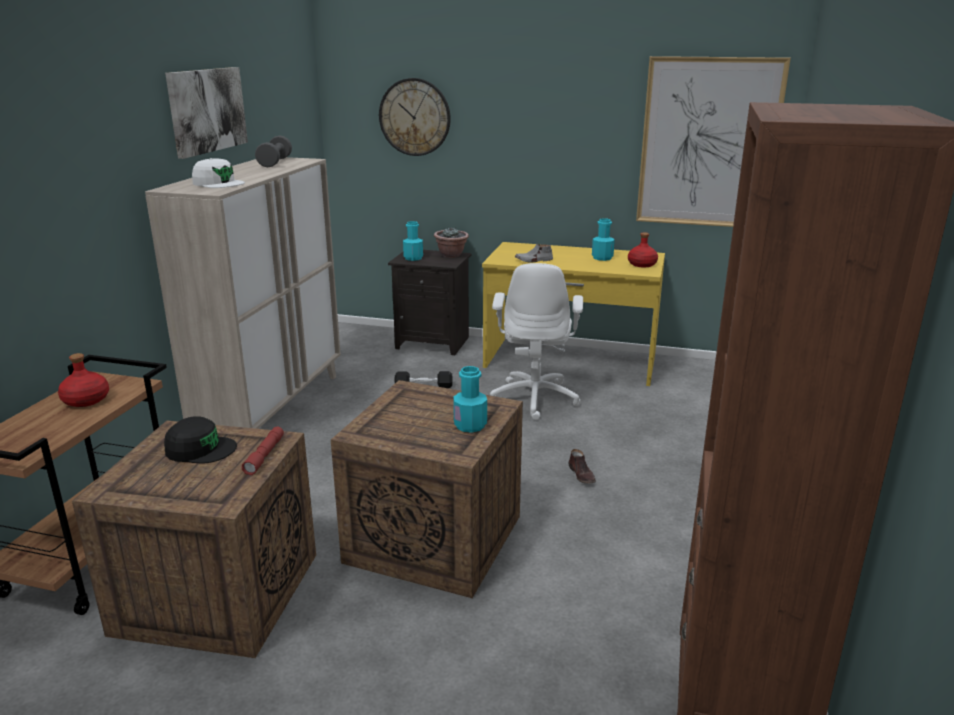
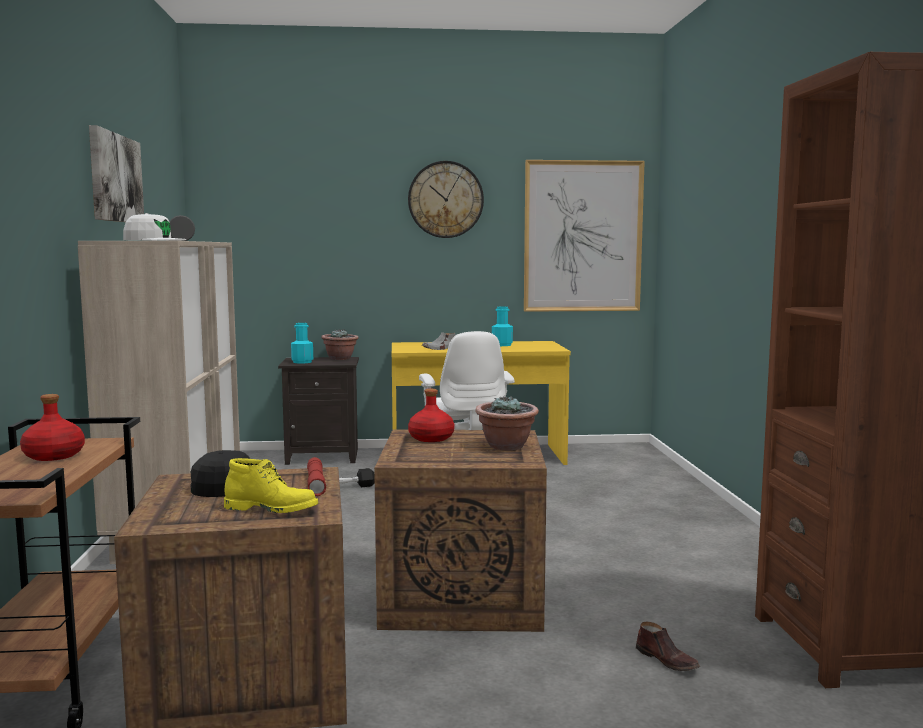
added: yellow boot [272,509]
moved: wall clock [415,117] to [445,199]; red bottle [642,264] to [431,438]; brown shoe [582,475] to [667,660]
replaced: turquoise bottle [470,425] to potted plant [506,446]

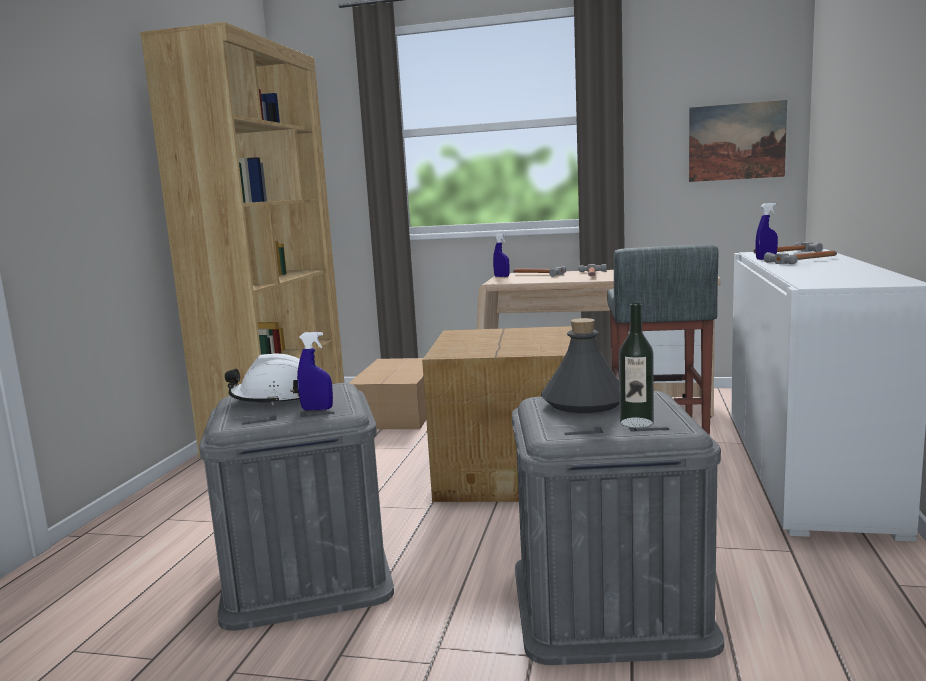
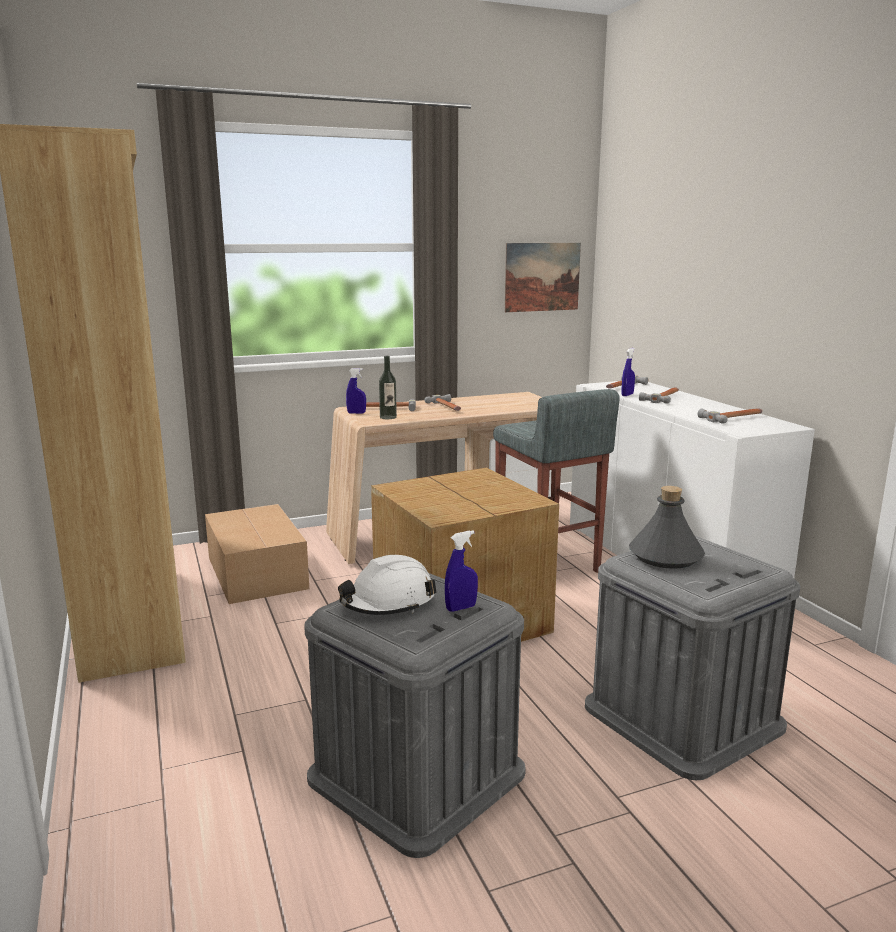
added: hammer [734,418]
moved: bottle [636,423] to [388,417]

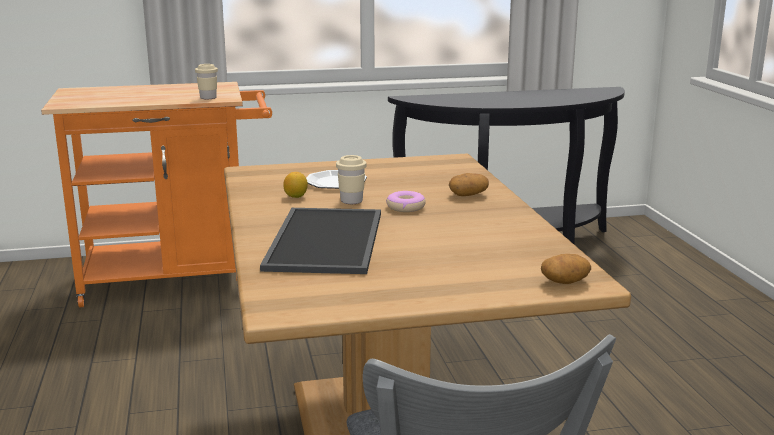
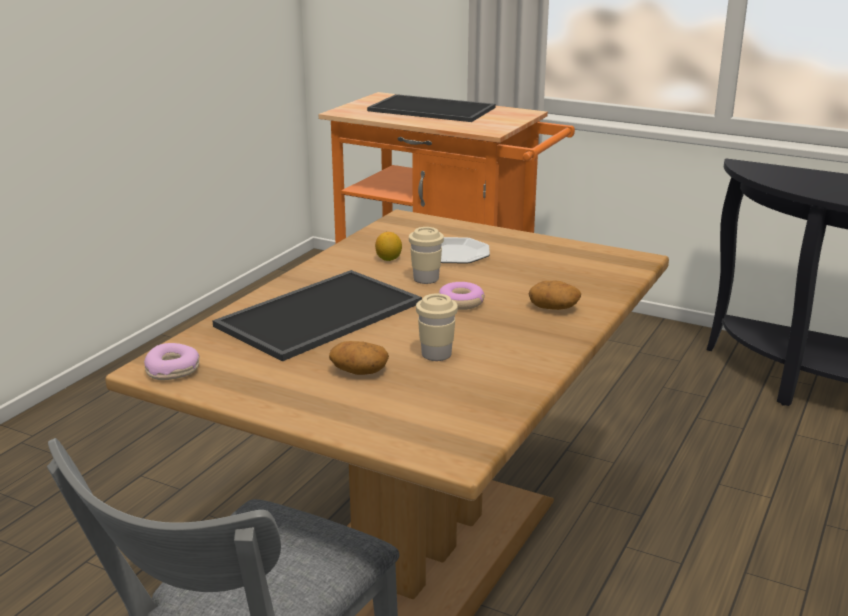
added: donut [173,370]; tray [433,109]
moved: potato [564,282] to [358,371]; beige cup [208,98] to [436,355]

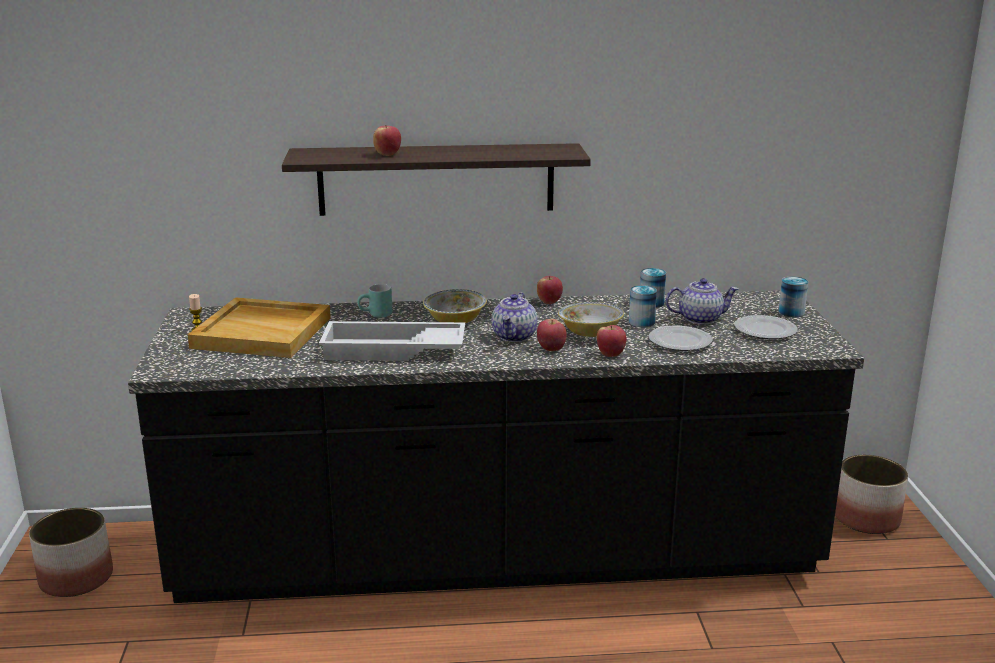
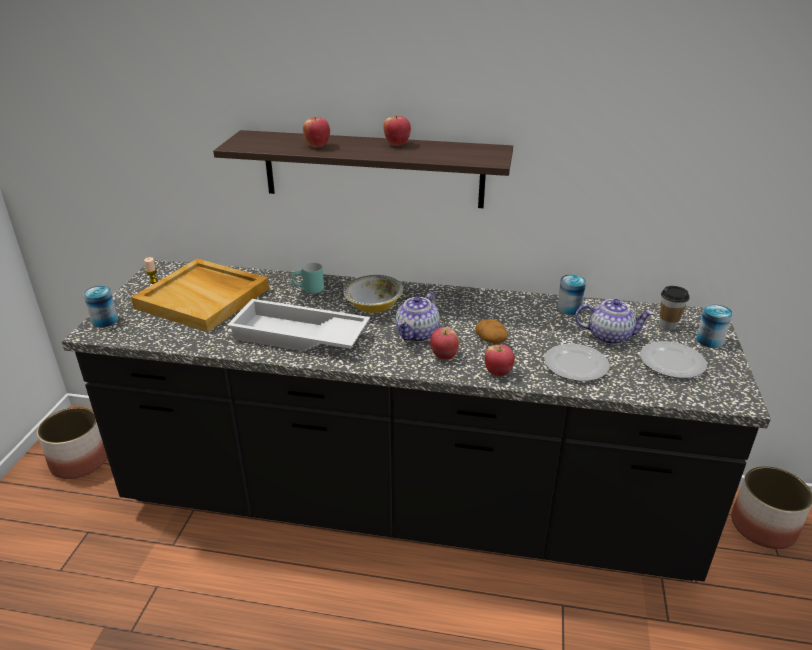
added: cup [668,325]
moved: can [641,322] to [104,320]; apple [549,302] to [397,144]
replaced: bowl [590,333] to potato [491,340]

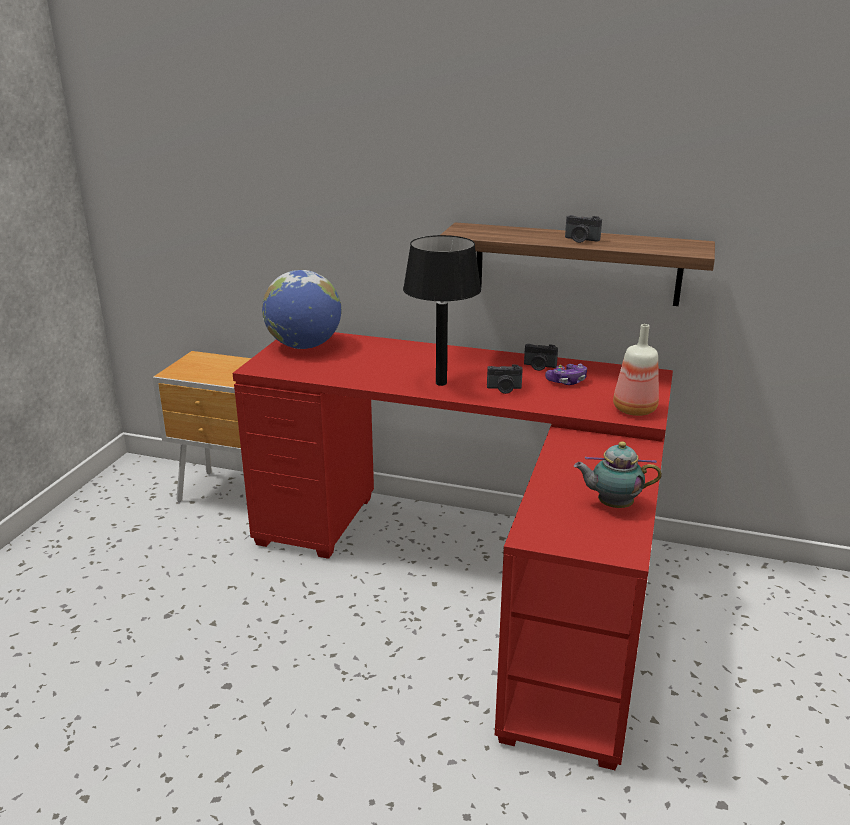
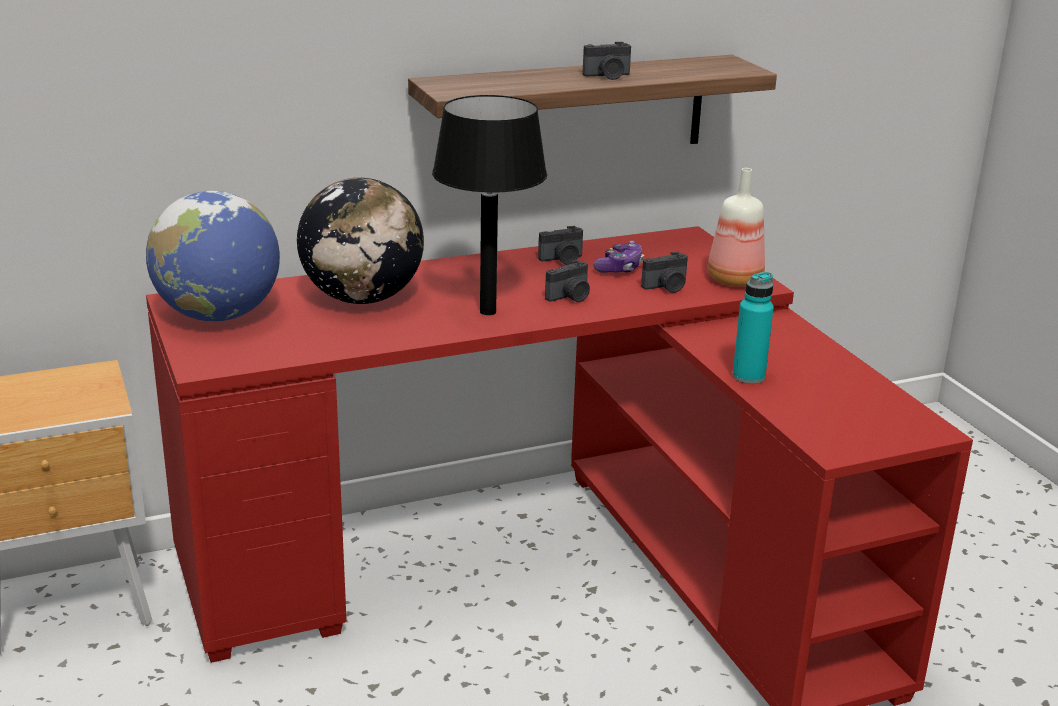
removed: teapot [612,505]
added: globe [362,298]; photo camera [666,287]; turquoise bottle [748,377]

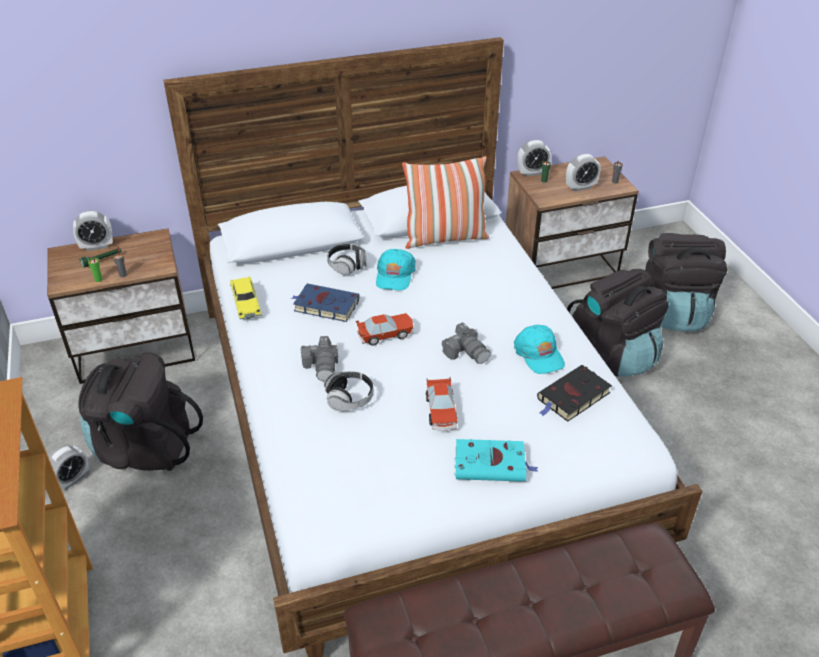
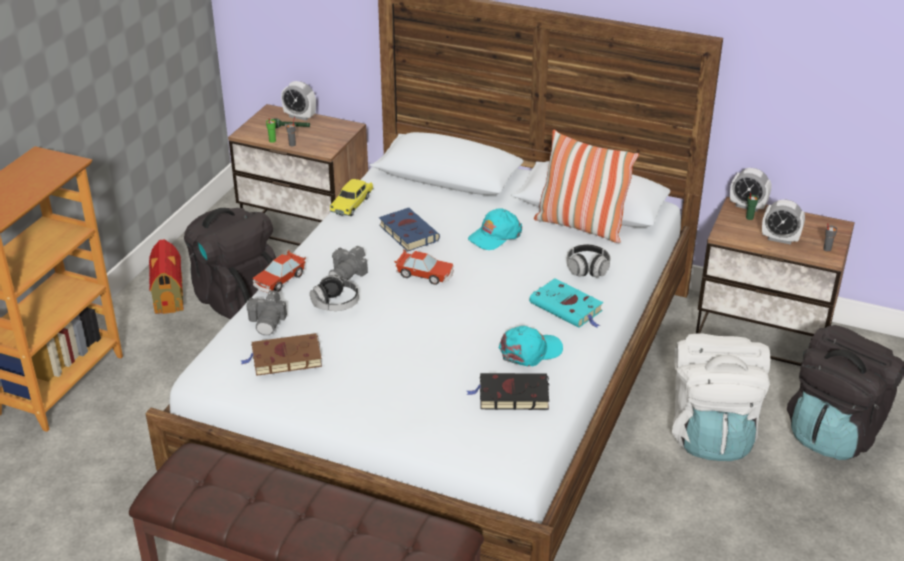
added: brown book [284,359]
moved: photo camera [466,352] to [268,322]; toy car [441,411] to [279,280]; turquoise book [492,464] to [568,308]; headphones [347,266] to [587,269]
replaced: alarm clock [72,480] to toy house [169,295]
recoloured: black backpack [612,354] to white backpack [711,433]
turned: turquoise cap [539,354] = [530,351] 135 degrees counterclockwise

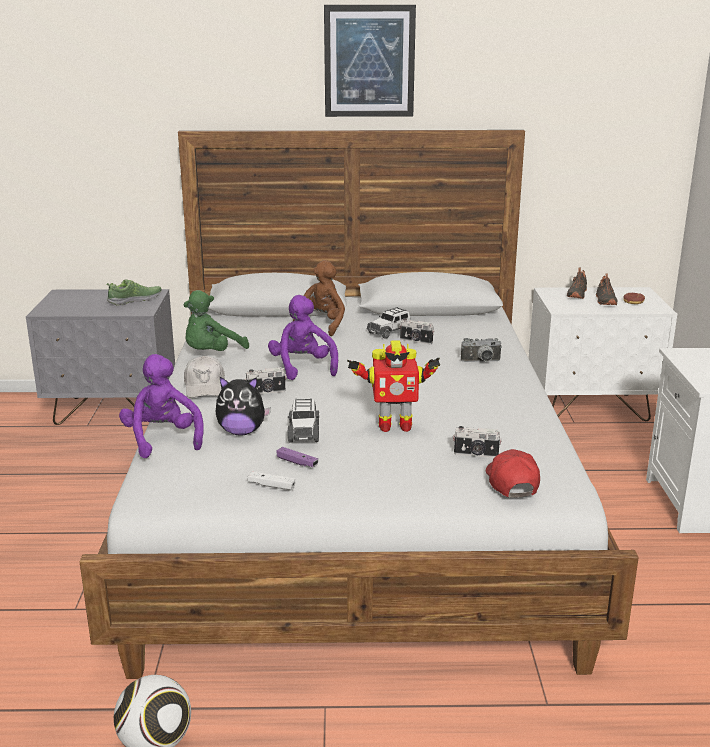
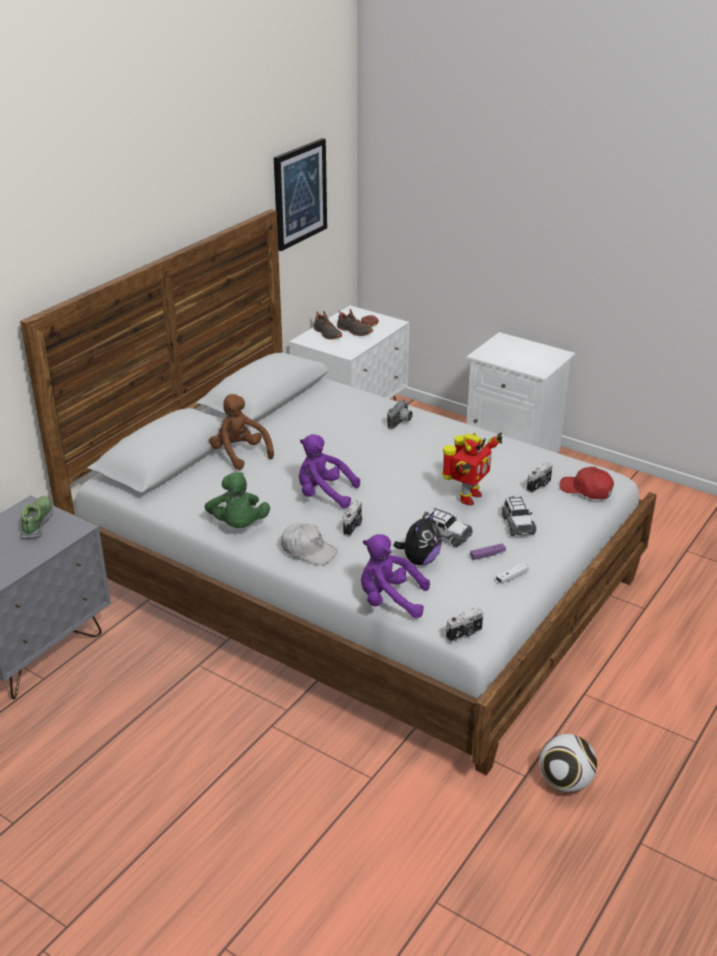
moved: picture [369,61] to [299,194]; photo camera [416,341] to [465,634]; toy car [389,332] to [517,525]

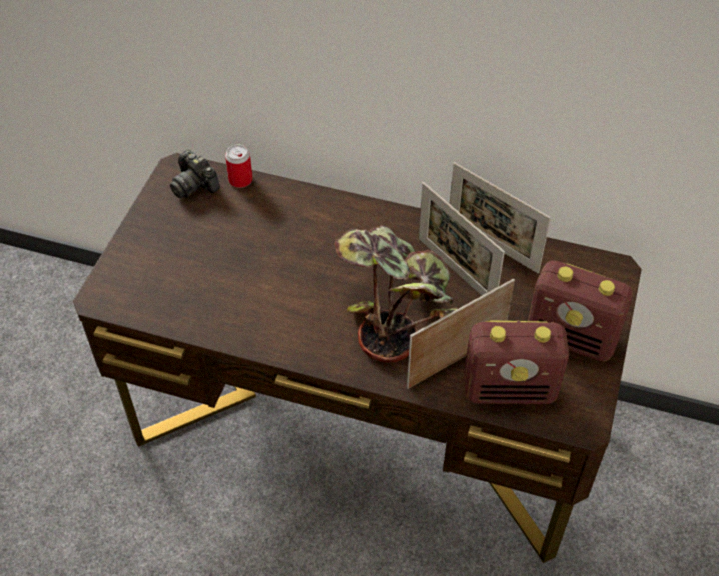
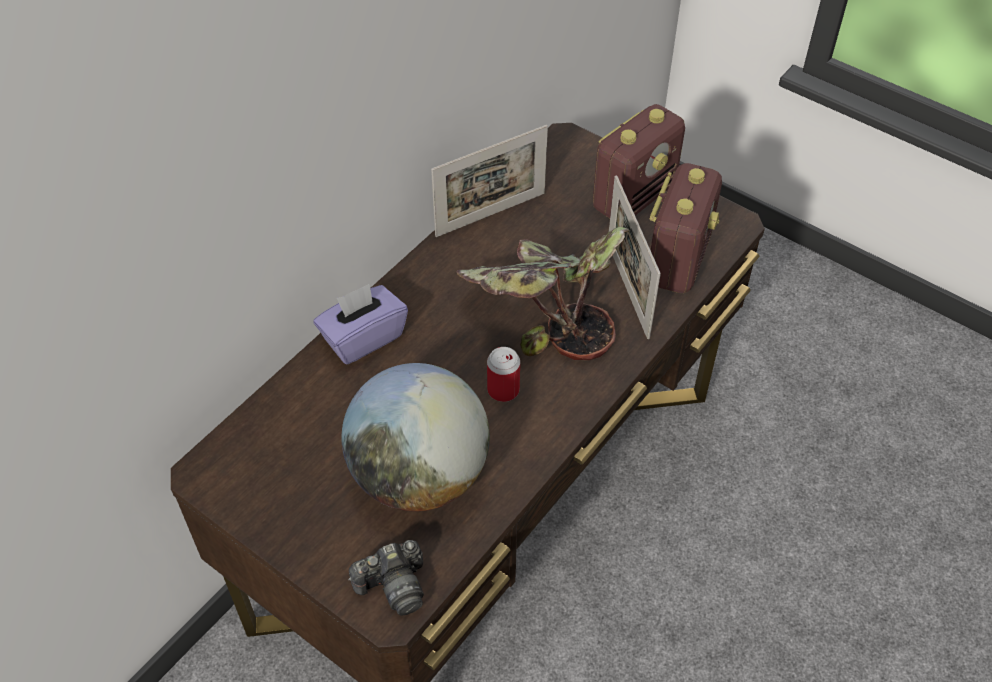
removed: picture frame [456,271]
added: purple tissue box [363,338]; globe [420,475]
moved: photo camera [194,185] to [393,586]; can [240,180] to [503,390]

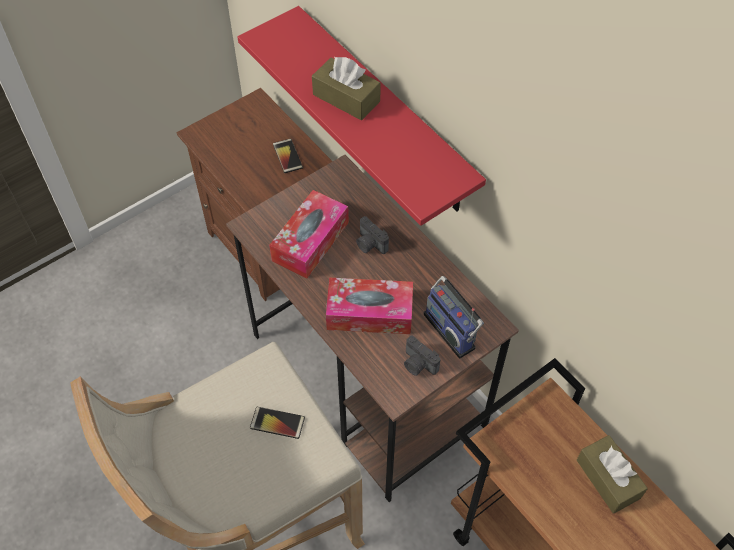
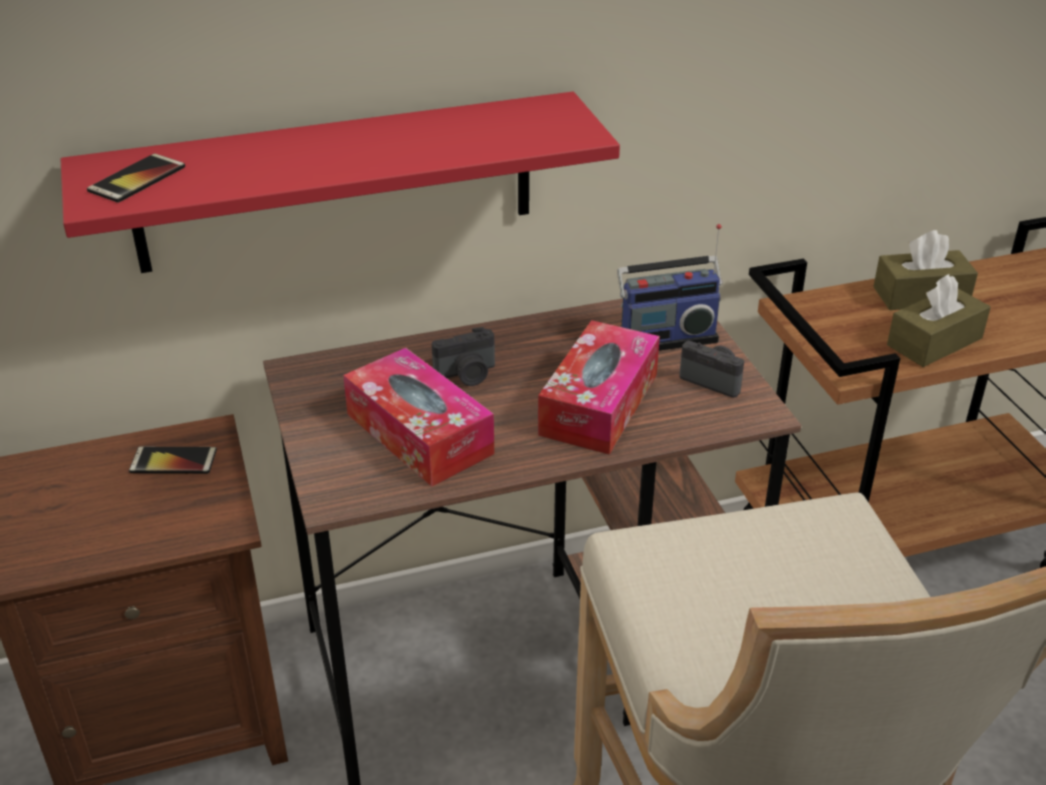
moved: phone [277,423] to [137,179]; brown tissue box [346,98] to [934,342]
turned: photo camera [418,364] = [713,380] 120 degrees counterclockwise

